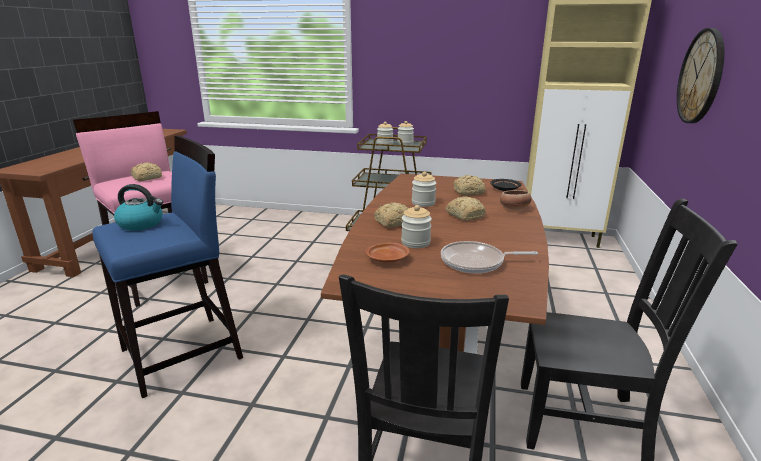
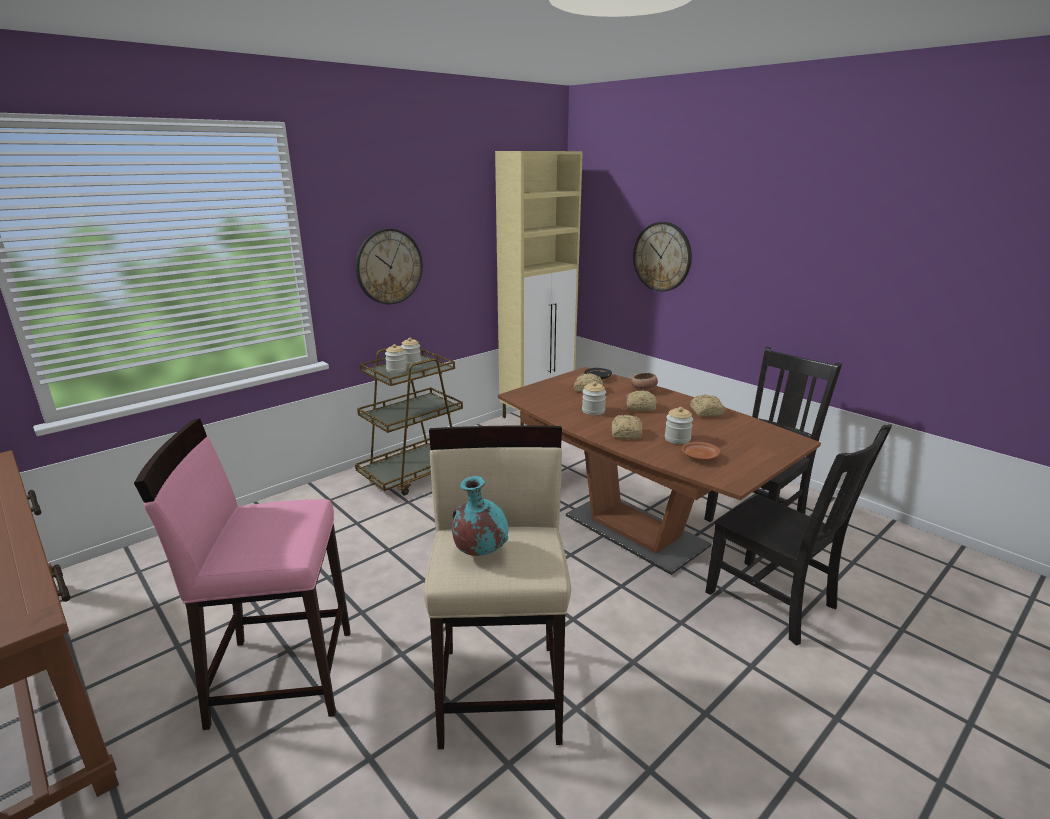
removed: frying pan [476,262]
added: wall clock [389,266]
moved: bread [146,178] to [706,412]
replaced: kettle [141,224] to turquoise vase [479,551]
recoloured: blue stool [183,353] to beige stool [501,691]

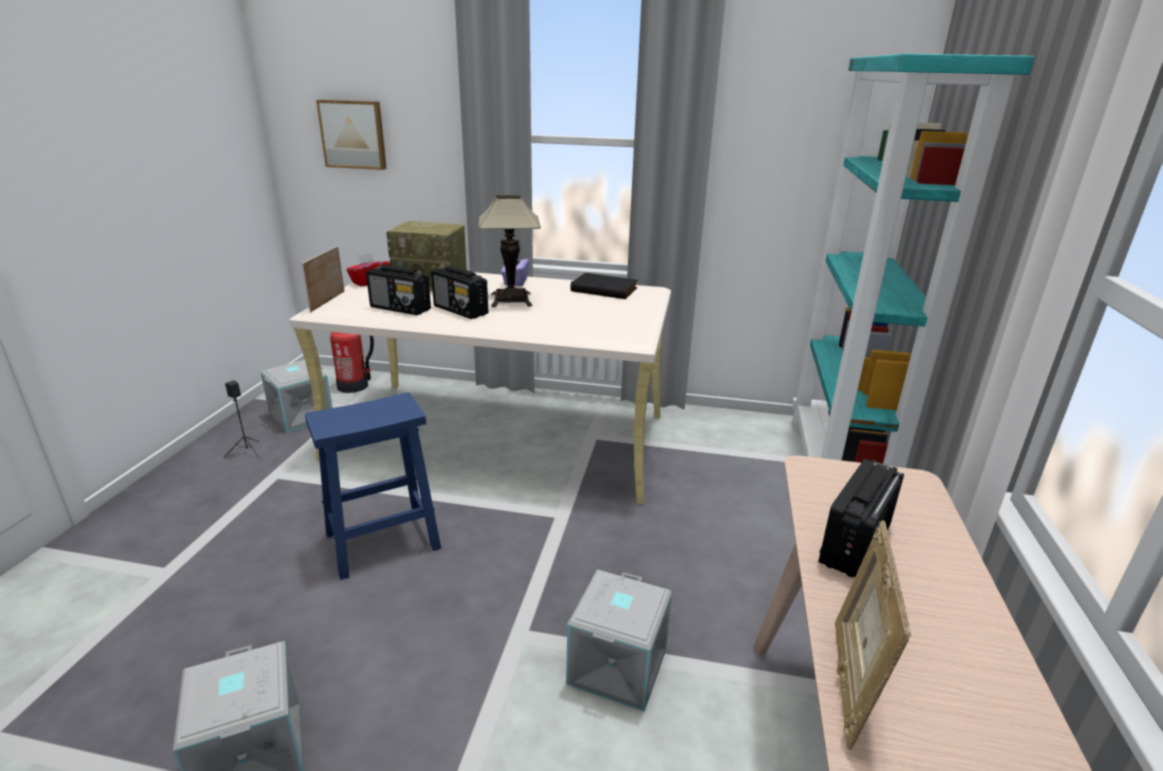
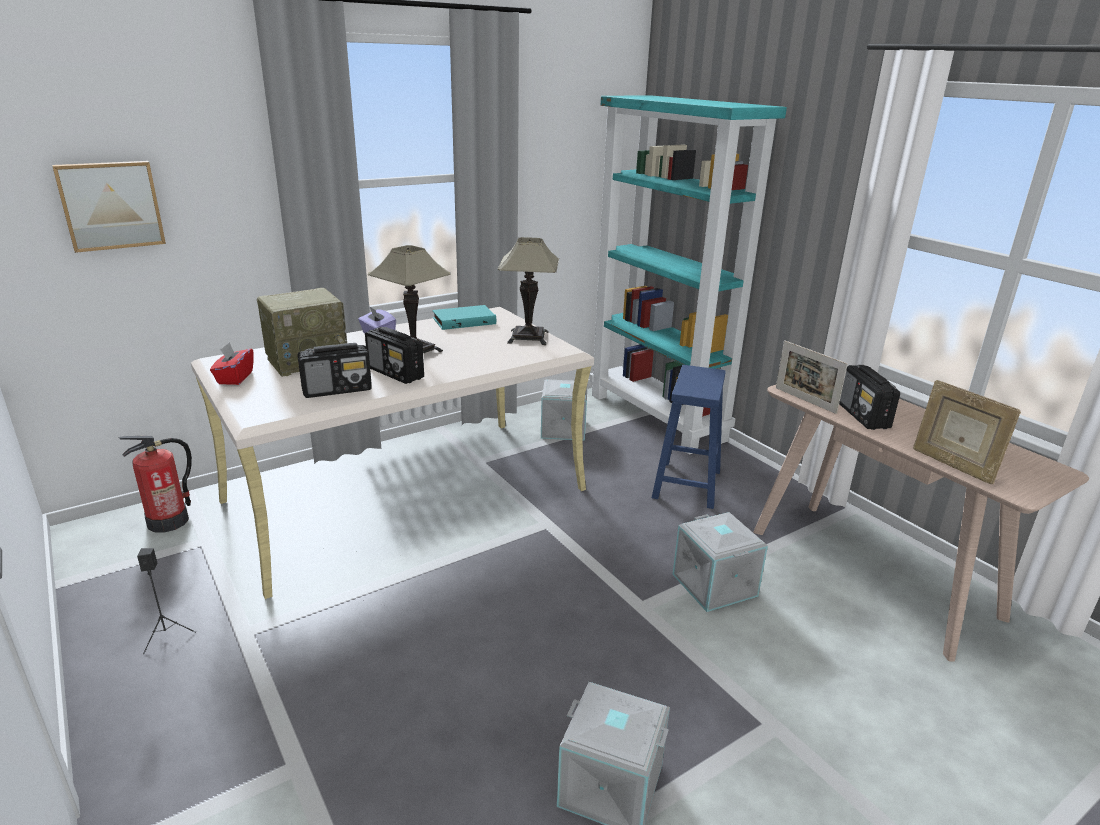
added: table lamp [528,337]
moved: grey storage box [301,415] to [562,429]; blue stool [380,542] to [687,485]; picture frame [328,301] to [805,400]
recoloured: black book [605,289] to turquoise book [464,320]
turned: radio [461,310] = [396,373] 45 degrees clockwise

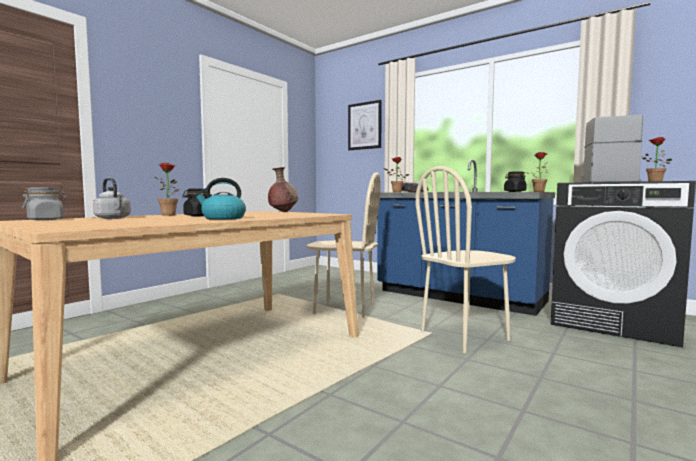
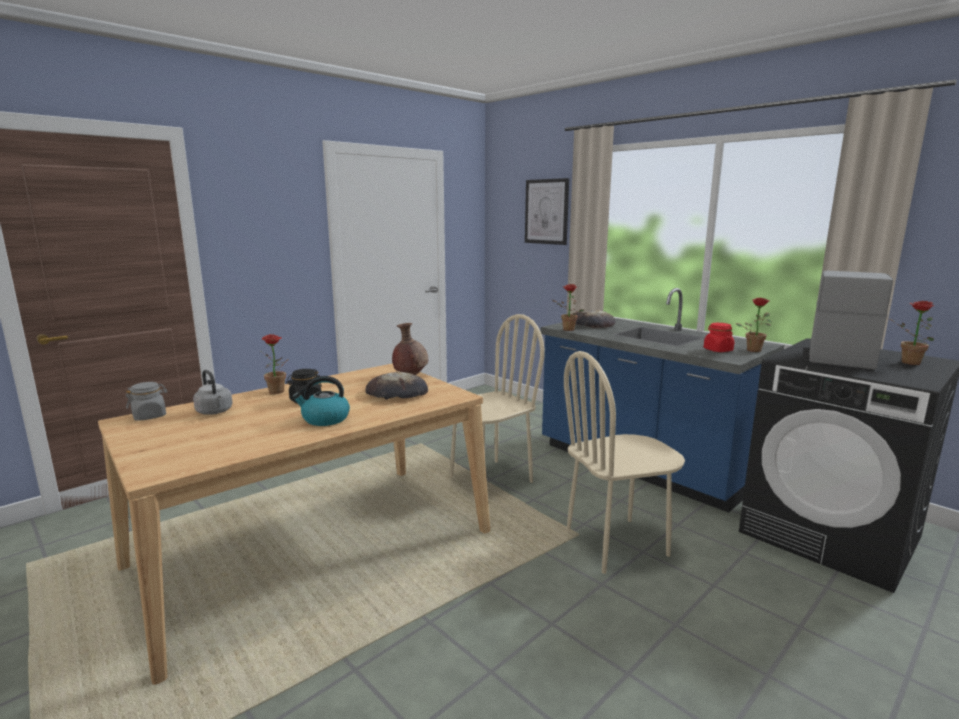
added: bread [397,393]
recoloured: black jar [514,191] to red jar [717,350]
turned: beige chair [344,309] = [490,479] 60 degrees counterclockwise

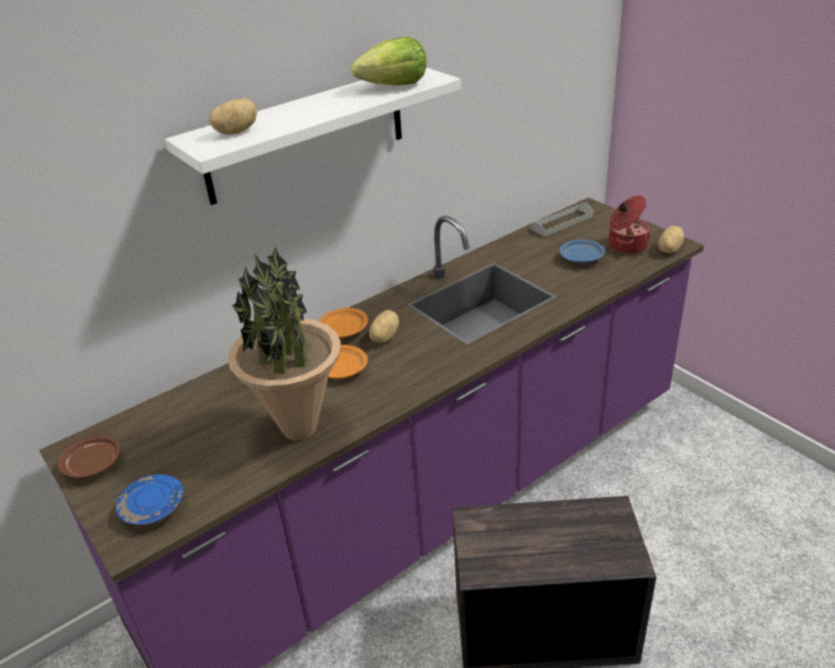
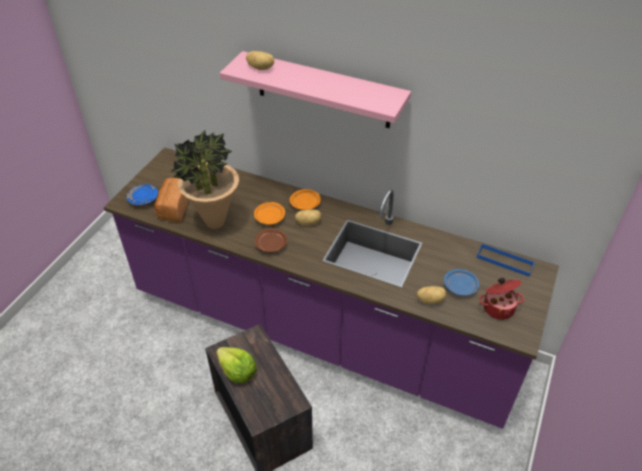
added: bread [174,207]
moved: lettuce [394,86] to [237,371]; brown plate [93,465] to [271,245]; potato [668,249] to [430,299]
recoloured: white shelf [306,134] to pink shelf [323,90]; grey tray [562,222] to blue tray [505,261]

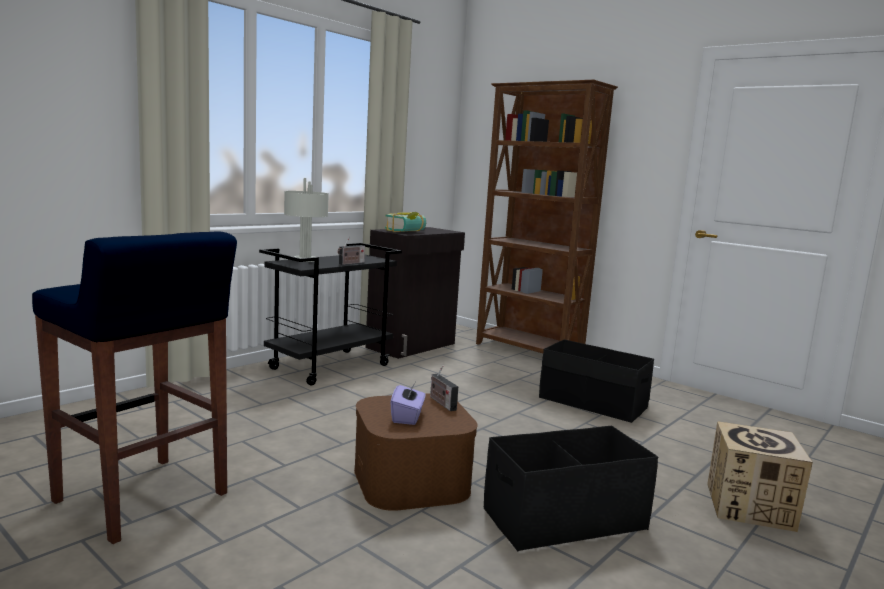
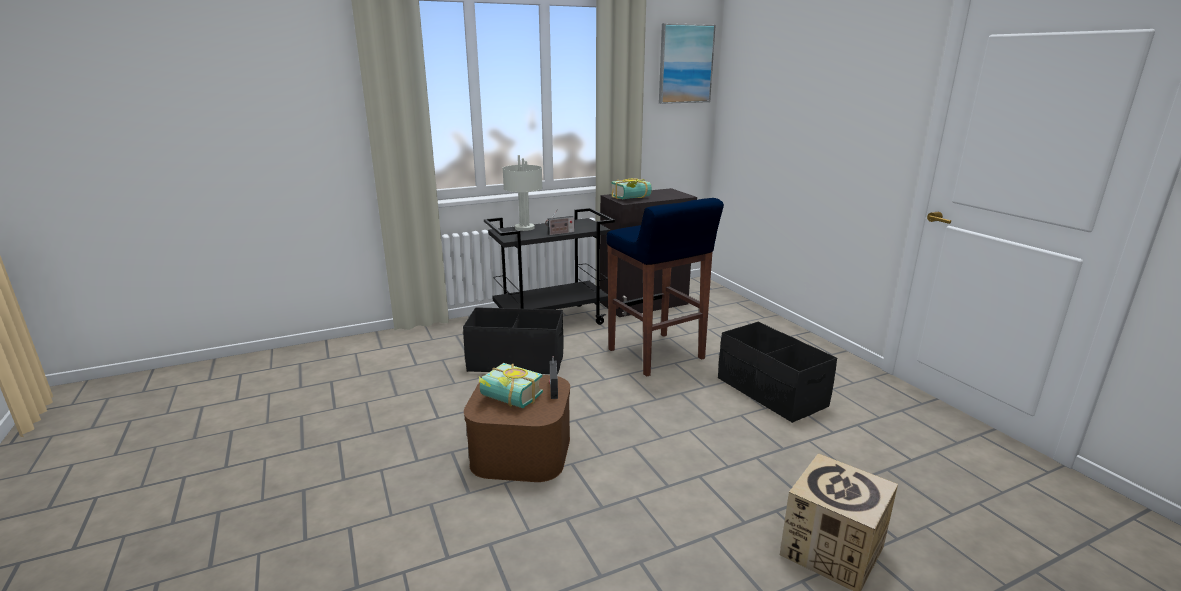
removed: brown bookcase [528,352]
added: picture [685,64]
moved: black storage box [563,519] to [516,362]; blue stool [142,499] to [656,355]
replaced: purple tissue box [407,417] to book [508,400]

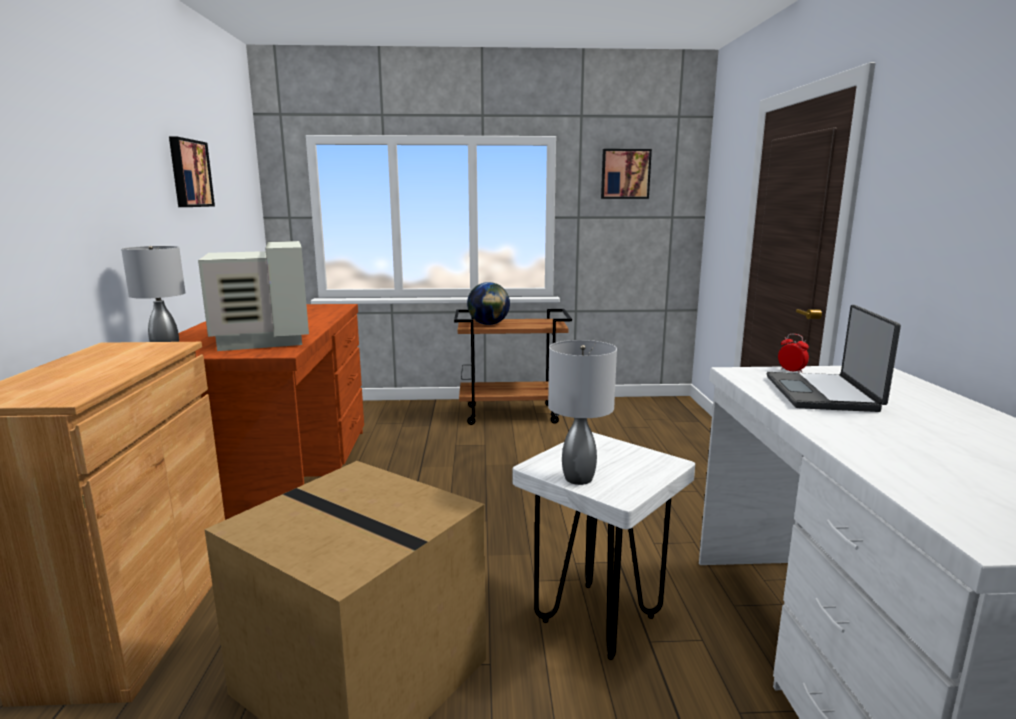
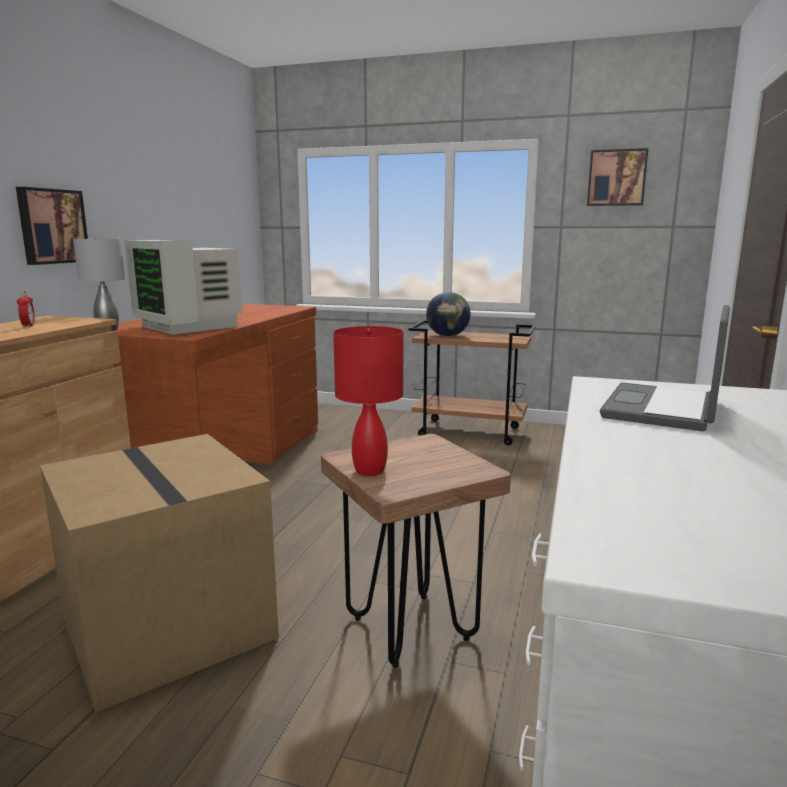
moved: picture [189,173] to [52,226]; alarm clock [791,371] to [28,326]
recoloured: white stool [597,619] to brown stool [410,628]; grey table lamp [579,479] to red table lamp [369,471]
turned: monitor [261,339] = [190,326] 135 degrees clockwise

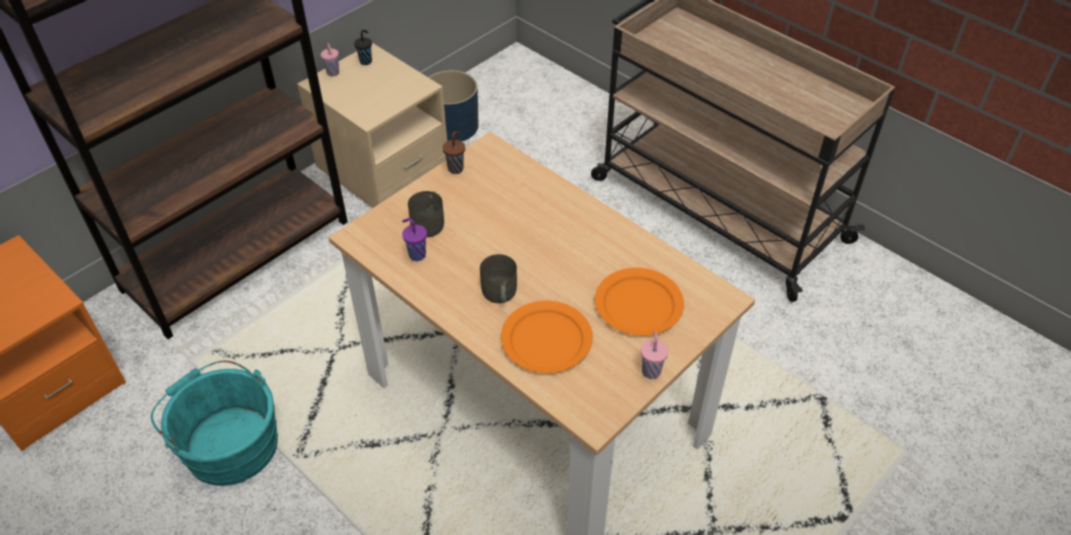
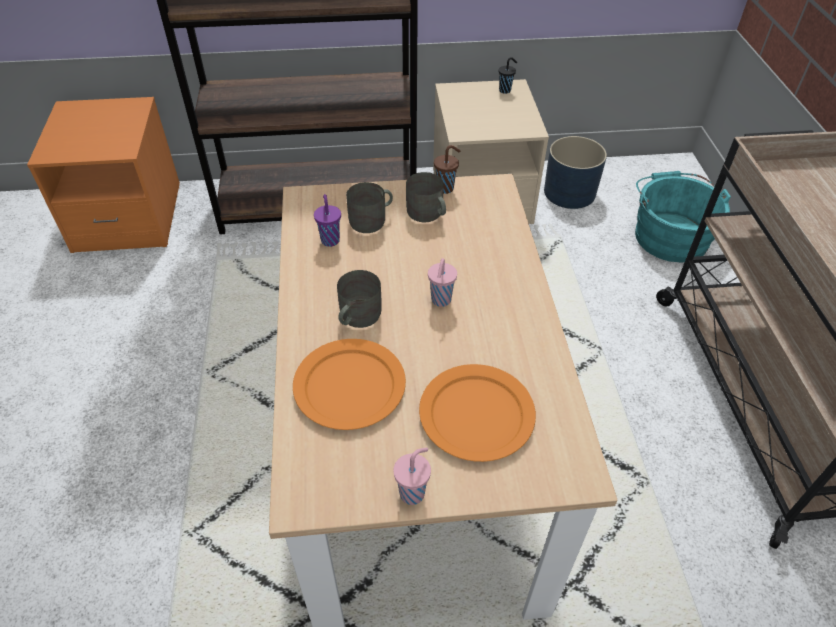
added: grey mug [427,214]
moved: pink cup [333,73] to [440,301]; turquoise bucket [228,442] to [669,234]

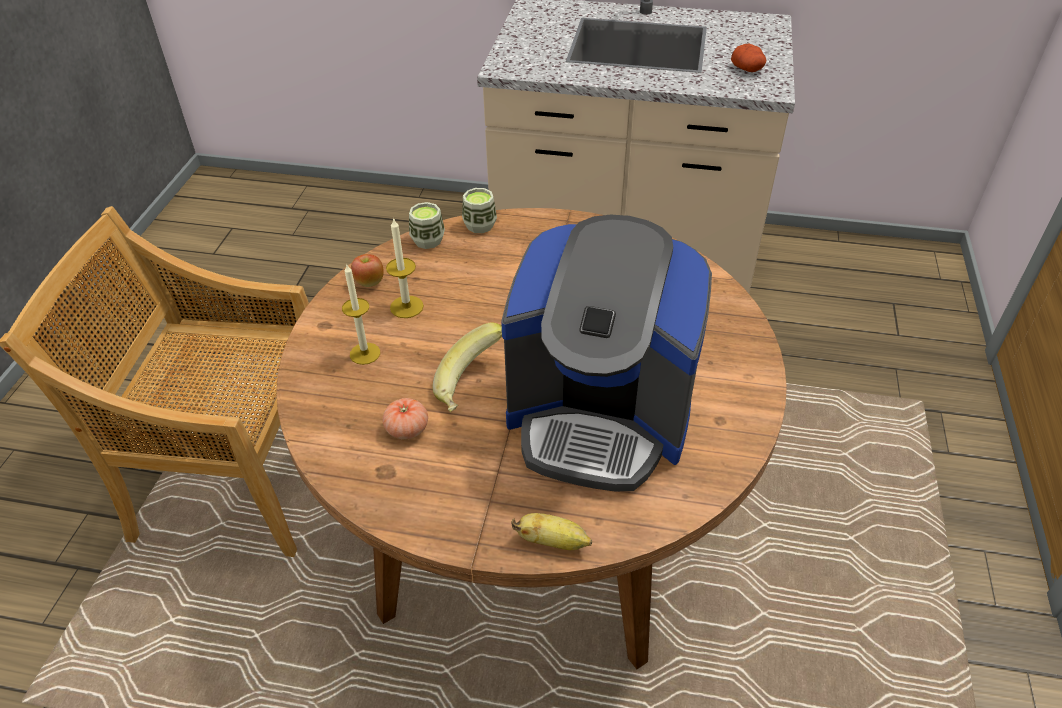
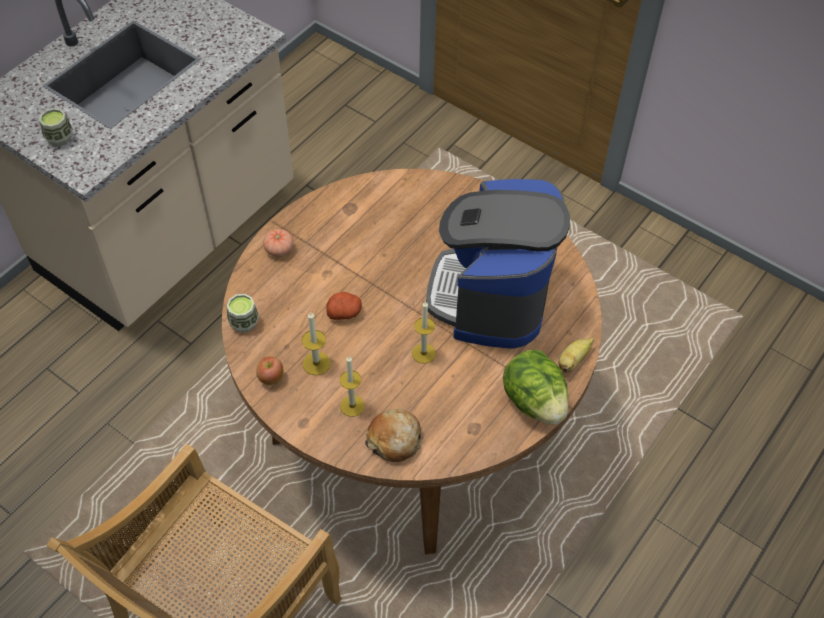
added: bread [394,440]; lettuce [534,401]
moved: cup [480,225] to [60,138]; tomato [407,429] to [279,249]; potato [748,69] to [344,312]
replaced: banana [471,386] to candle [423,353]
turned: coffee machine [599,418] = [491,296] 150 degrees clockwise

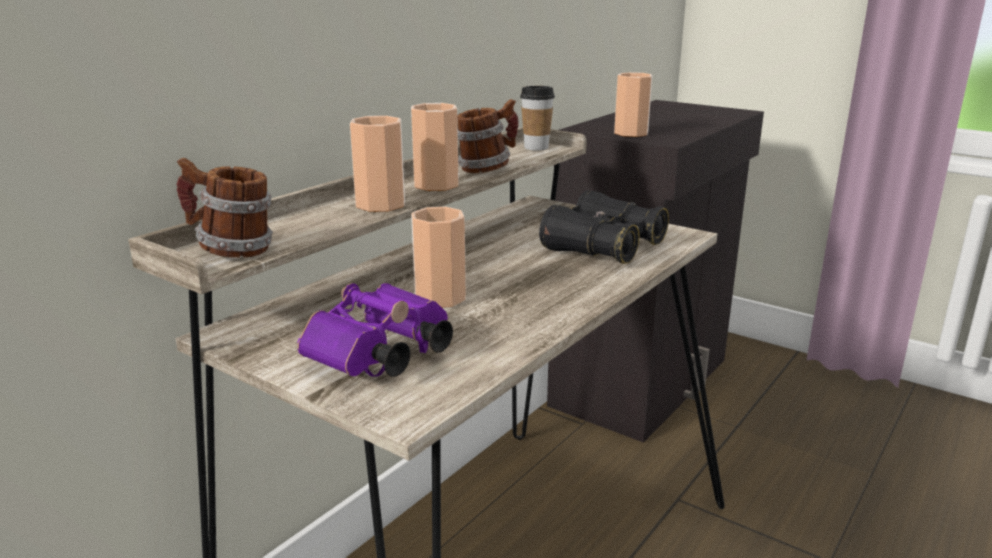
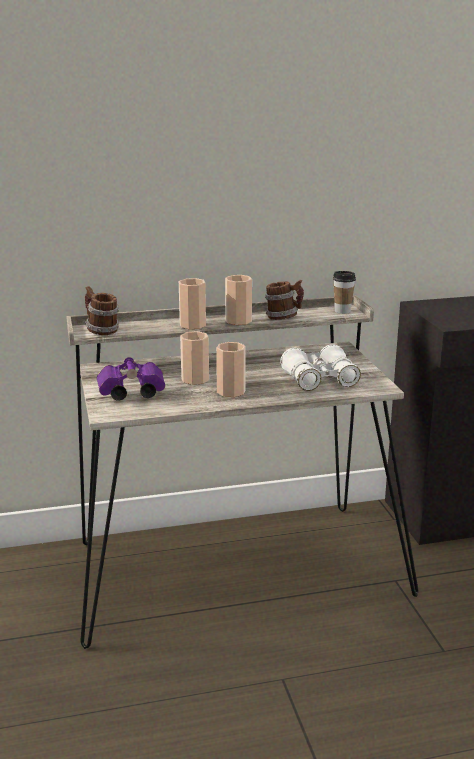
moved: cup [631,133] to [231,391]
recoloured: black binoculars [603,247] to white binoculars [319,380]

